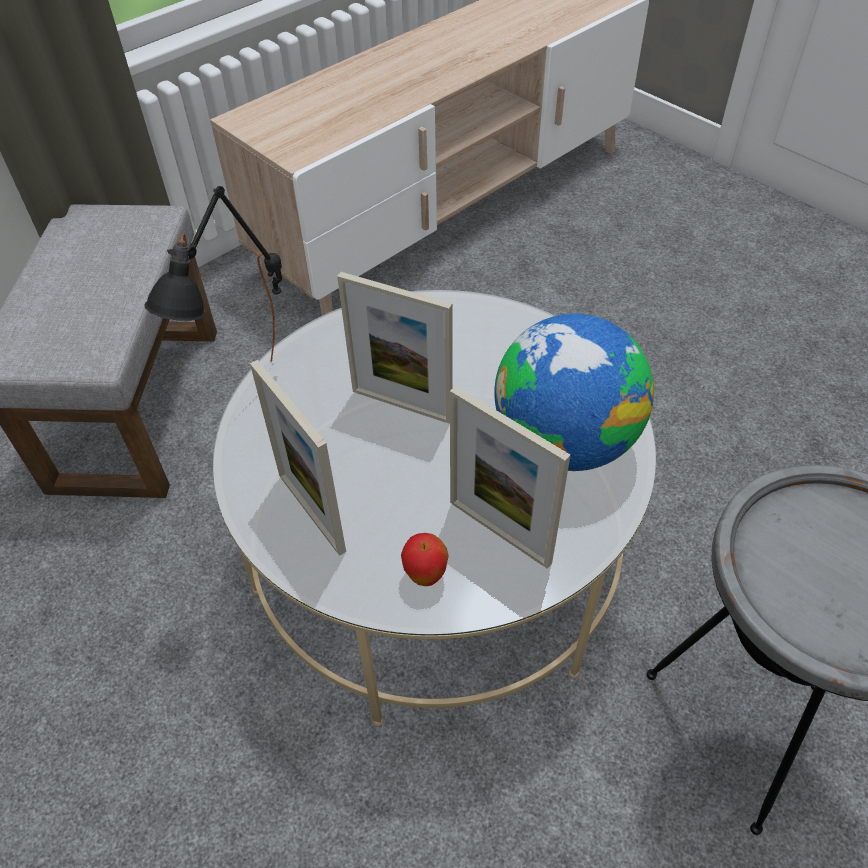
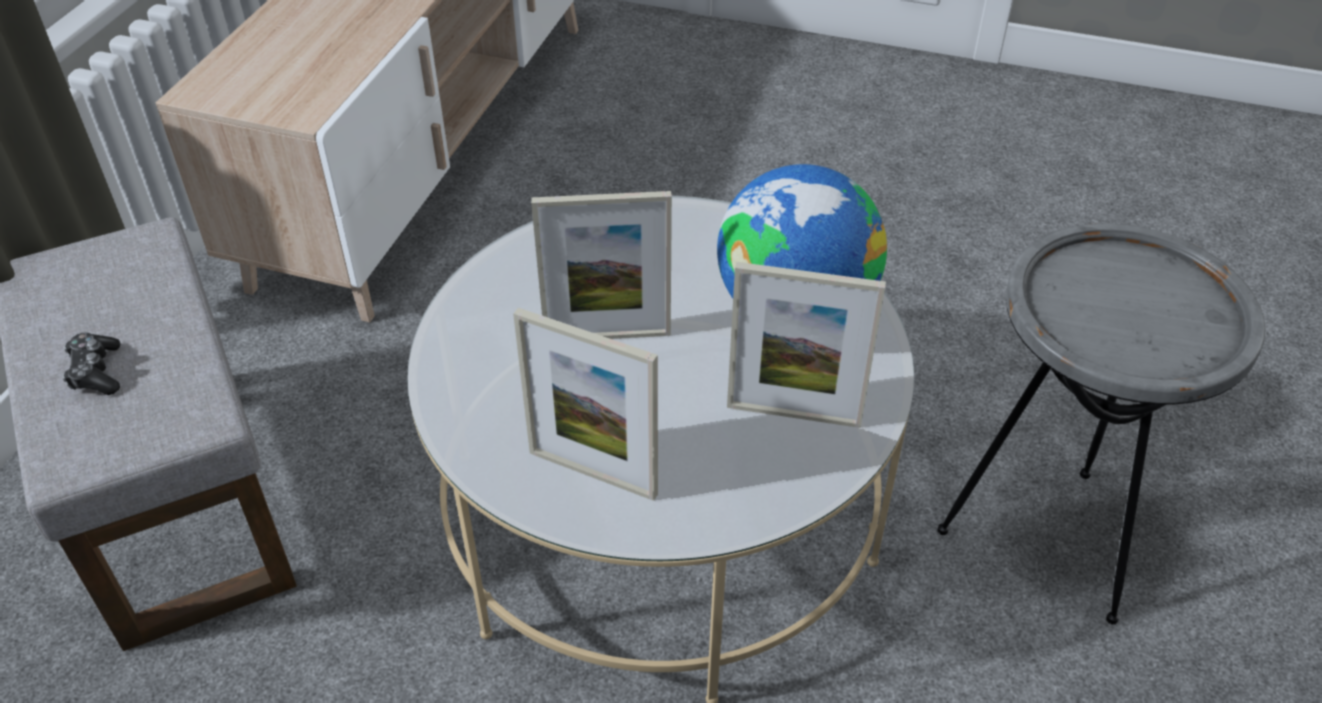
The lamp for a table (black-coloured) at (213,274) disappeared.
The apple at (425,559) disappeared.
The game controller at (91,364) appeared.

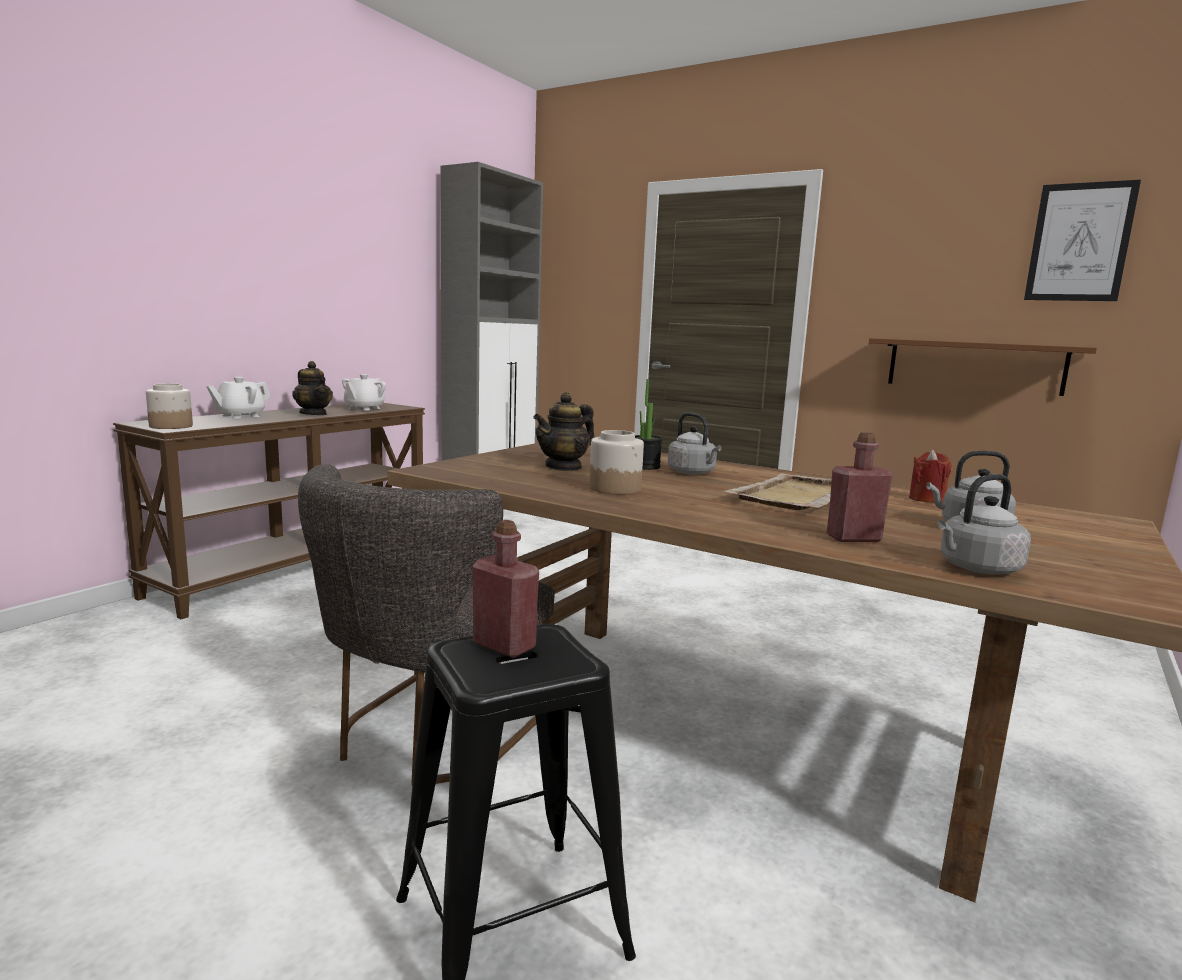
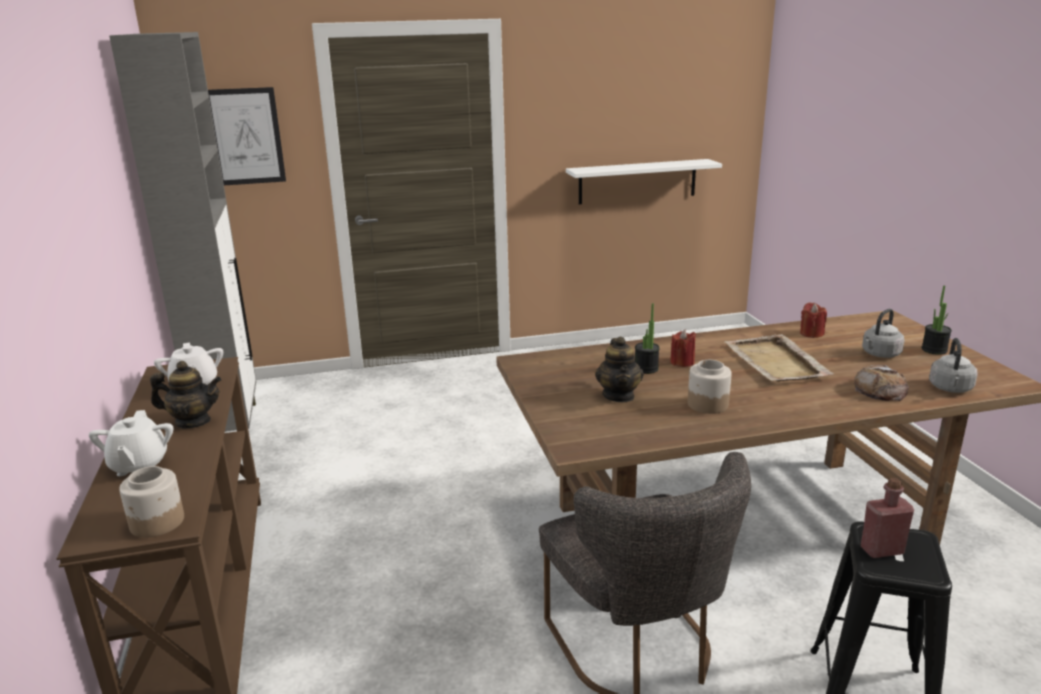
The wall picture moved from (1082,240) to (247,136).
The wall shelf (brownish) at (983,367) became the wall shelf (white) at (644,181).
The water kettle (greyish) at (694,443) was replaced by the candle (red) at (683,348).
The beverage bottle (red) at (860,487) was replaced by the bakery bread at (881,383).
The houseplant at (936,320) appeared.

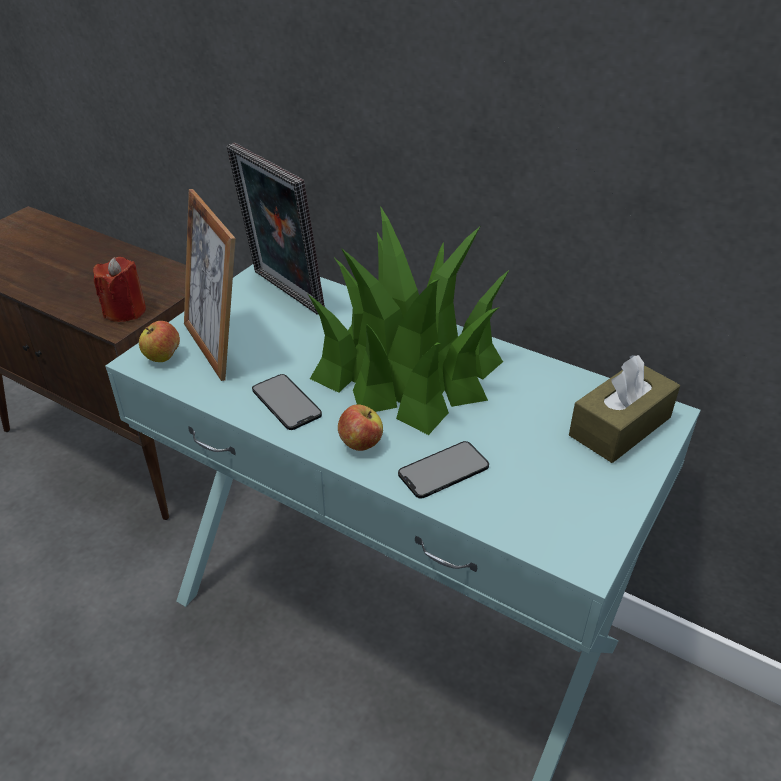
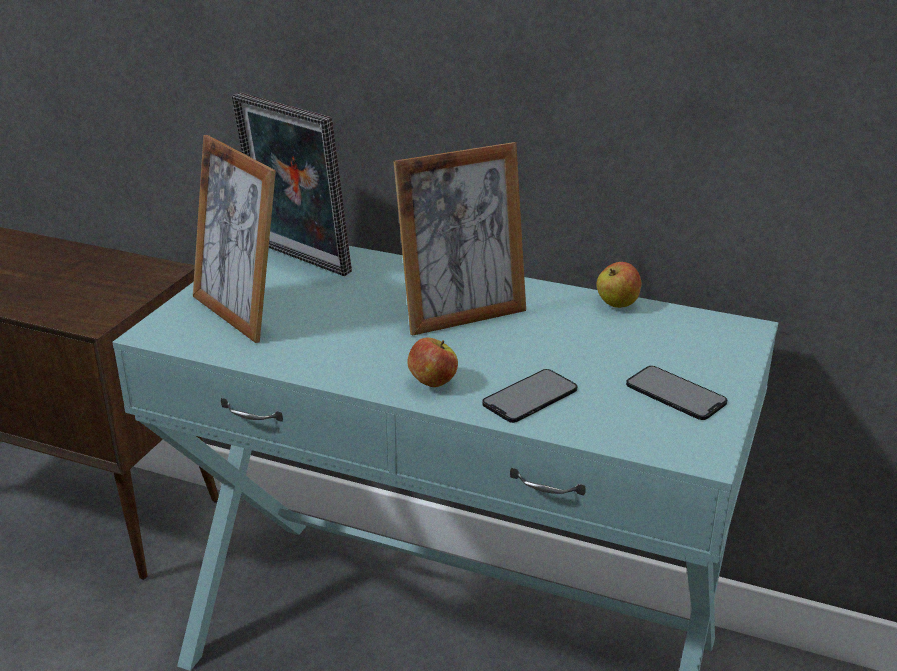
The houseplant at (409,320) was replaced by the standing frame at (459,239).
The candle (red) at (119,289) disappeared.
The apple moved from (159,341) to (619,285).
The tissue box (brownish) at (624,409) disappeared.
The telephone moved from (287,402) to (676,393).

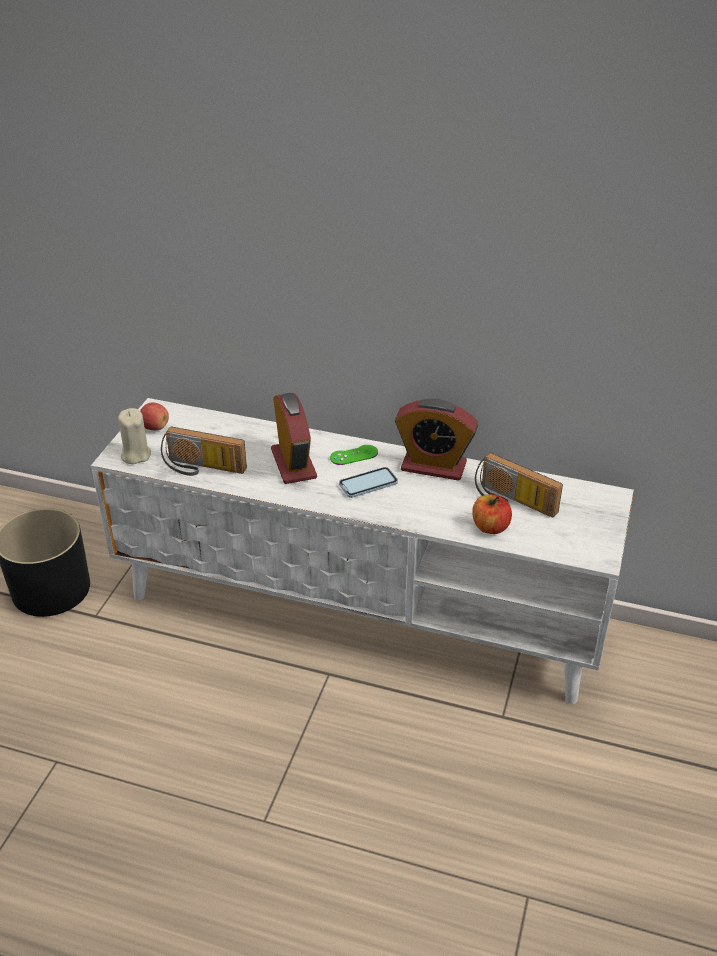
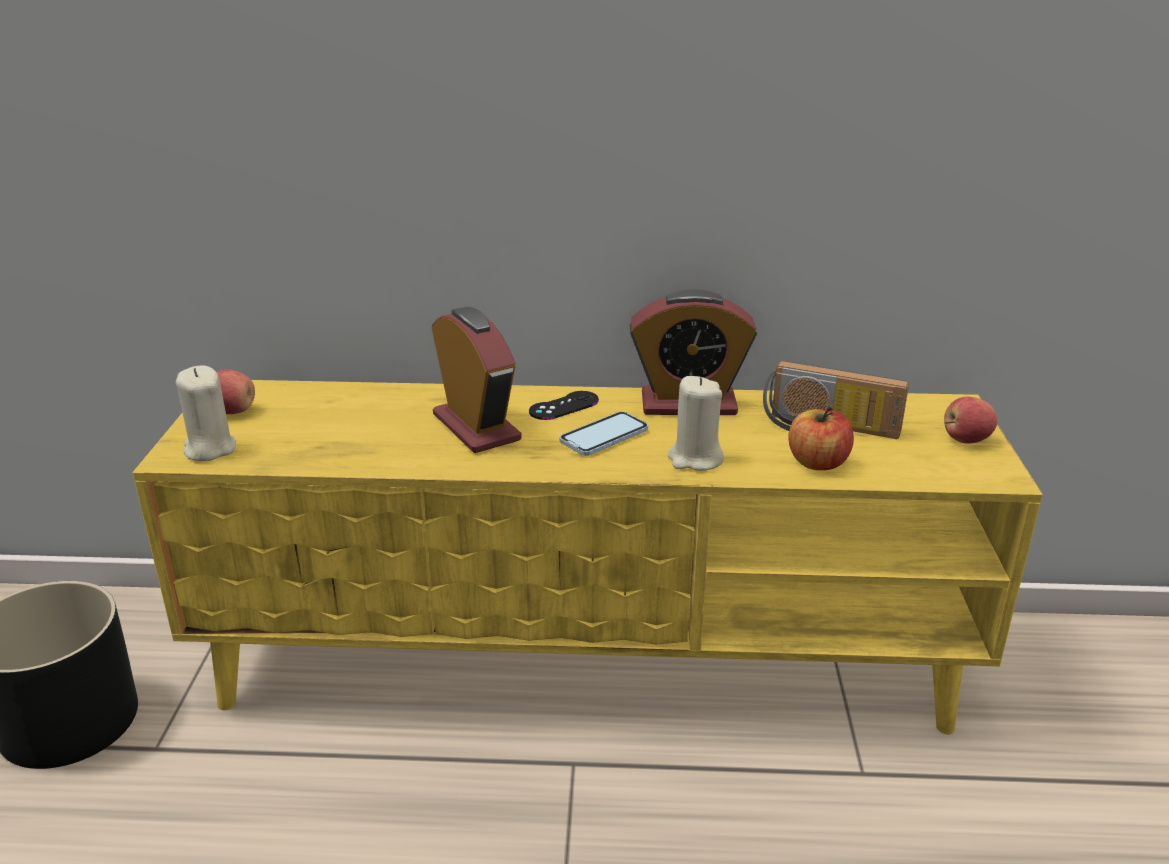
The tv unit (white) at (362,551) became the tv unit (yellow-coloured) at (587,557).
The radio set at (204,451) disappeared.
The game controller (green-coloured) at (354,455) became the game controller (black-coloured) at (564,405).
The candle (beige) at (696,423) appeared.
The apple at (970,420) appeared.

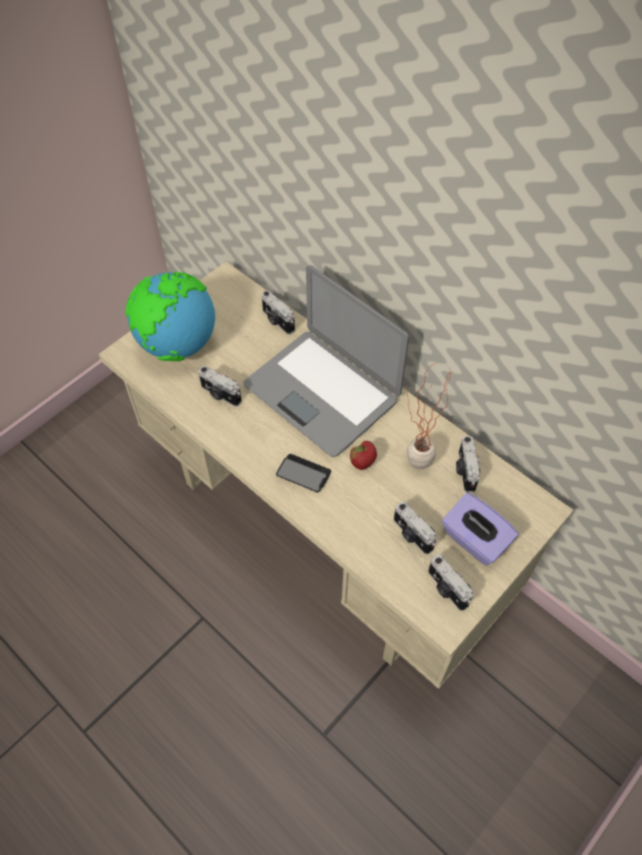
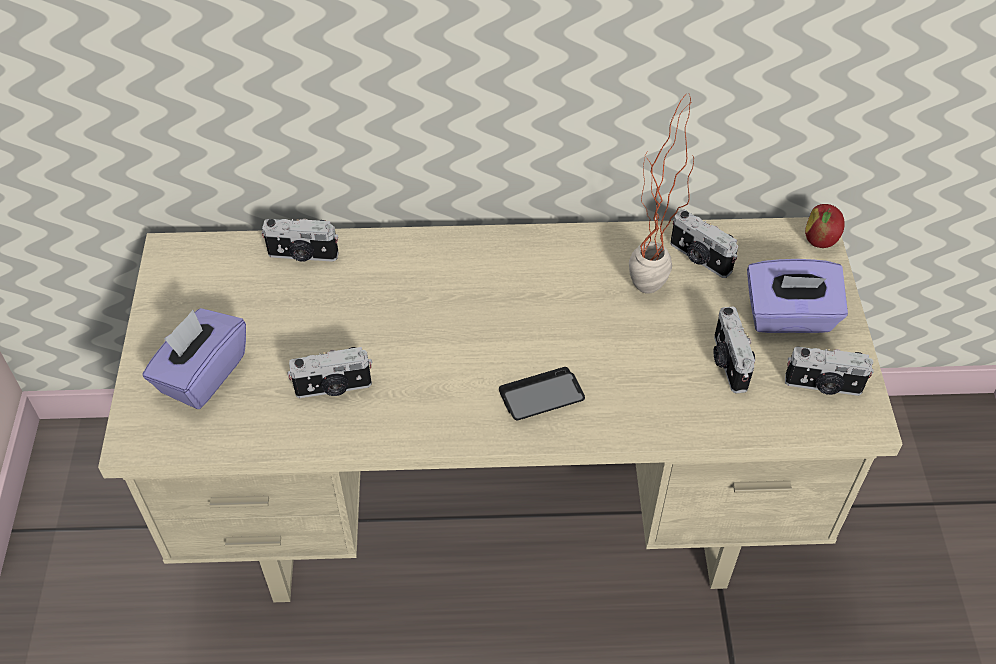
The notebook computer at (326,361) disappeared.
The world globe at (170,316) was replaced by the tissue box (purple) at (194,358).
The apple moved from (363,455) to (825,226).
The photo camera at (415,527) turned 75 degrees clockwise.

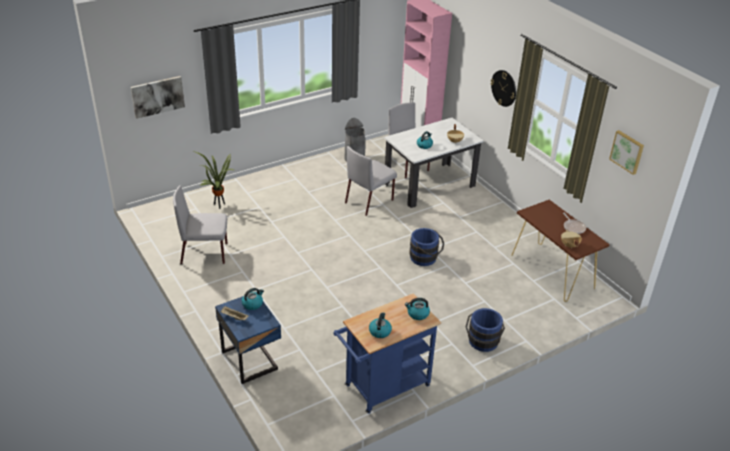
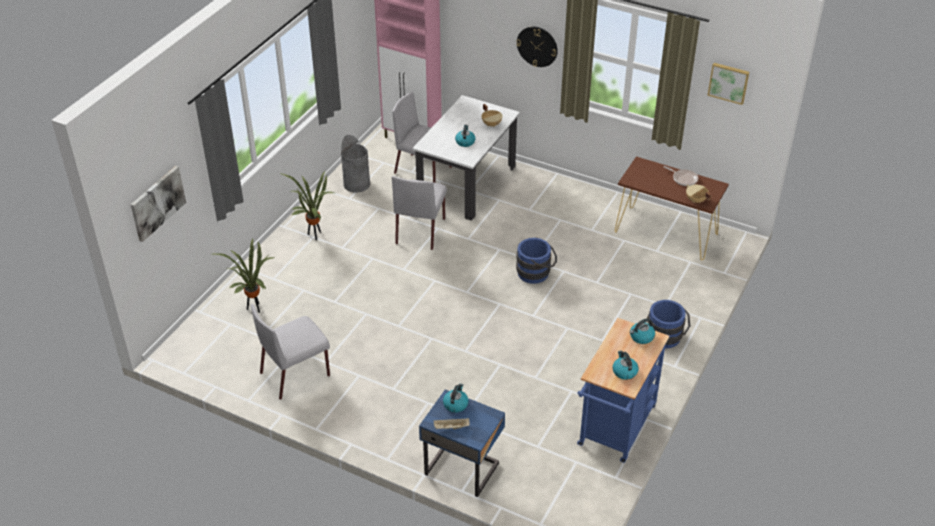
The houseplant at (308,205) appeared.

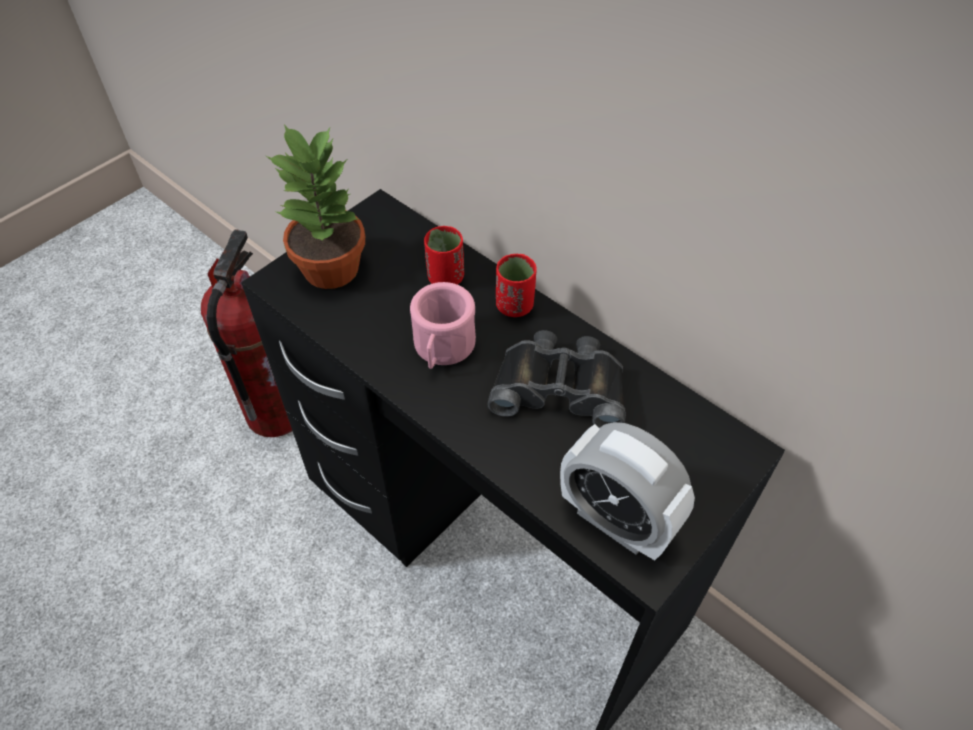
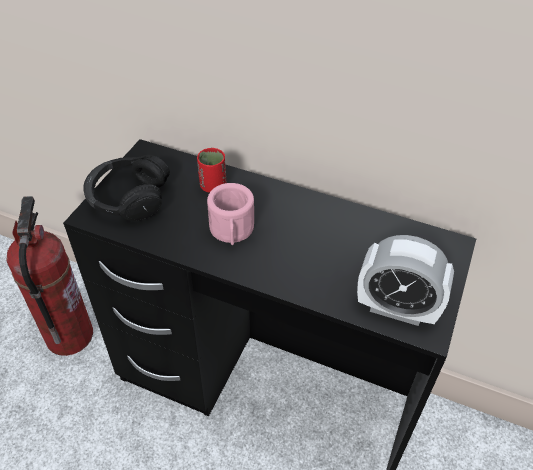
The houseplant at (315,206) was replaced by the pair of headphones (black-coloured) at (126,188).
The drinking cup (red) at (516,285) disappeared.
The pair of binoculars (black-coloured) at (556,379) disappeared.

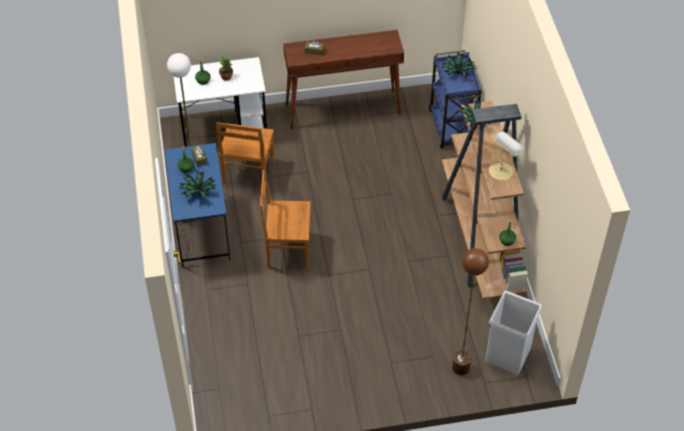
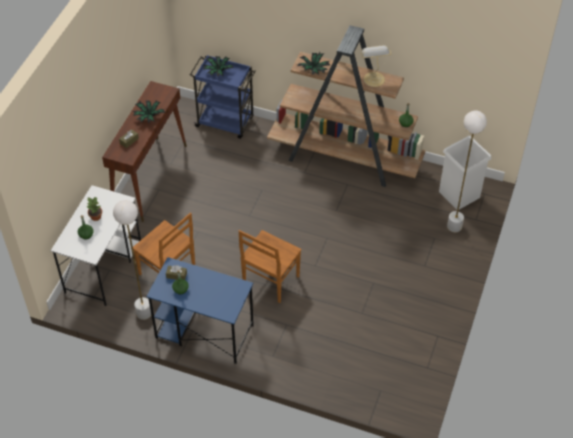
The houseplant moved from (197,185) to (149,111).
The standard lamp (brownish) at (470,311) became the standard lamp (white) at (467,171).

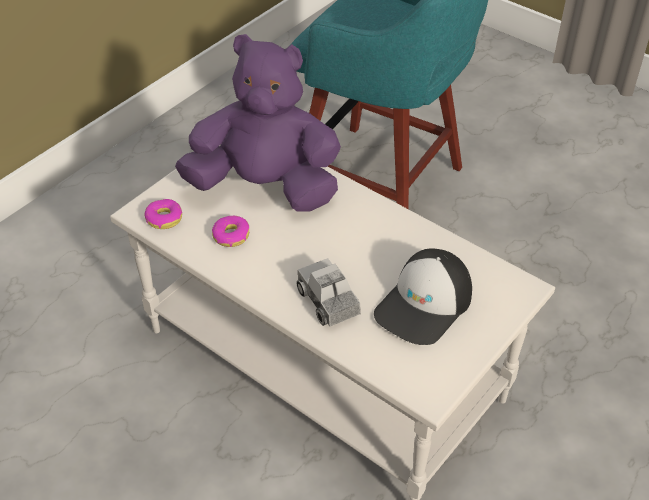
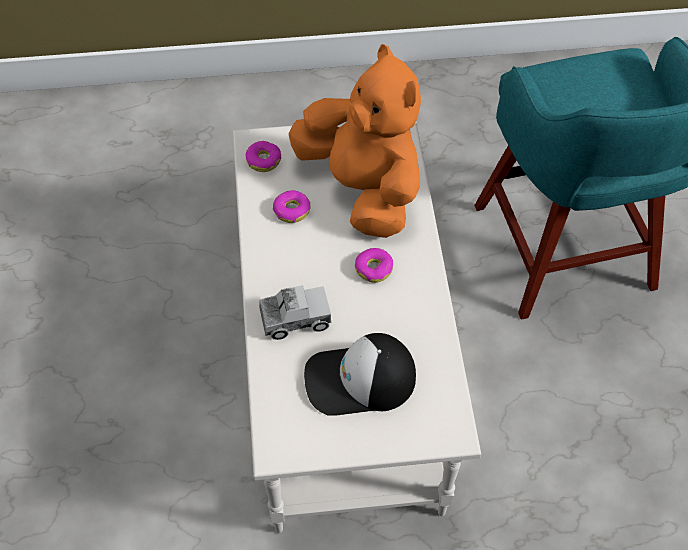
The soft toy (purple) at (258,123) became the soft toy (orange) at (355,141).
The toy lorry at (328,292) turned 60 degrees clockwise.
The doughnut at (374,265) appeared.

